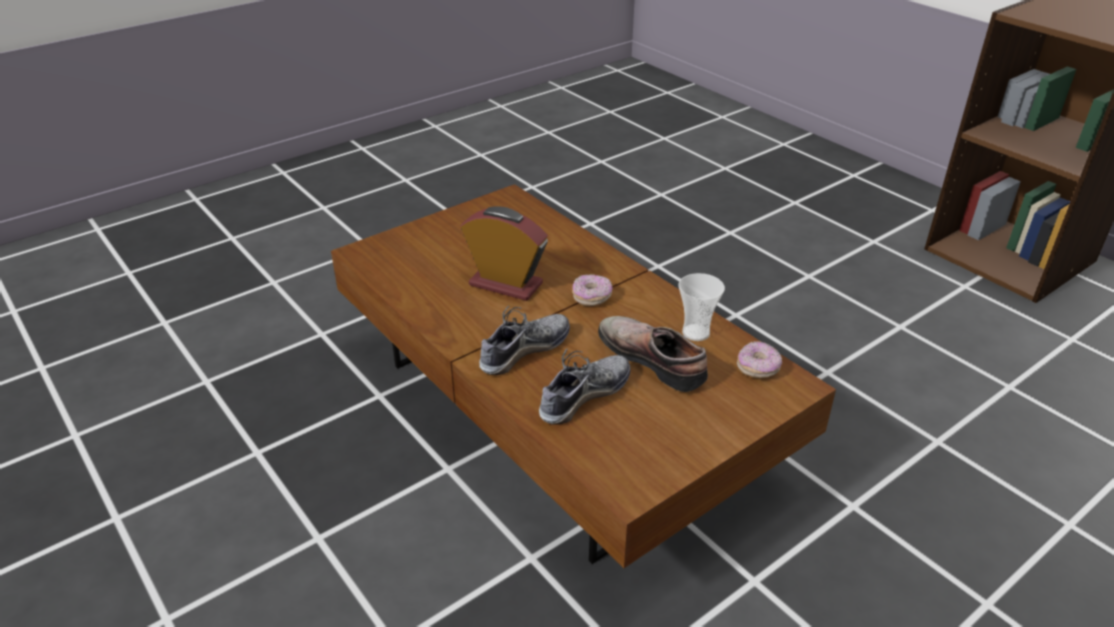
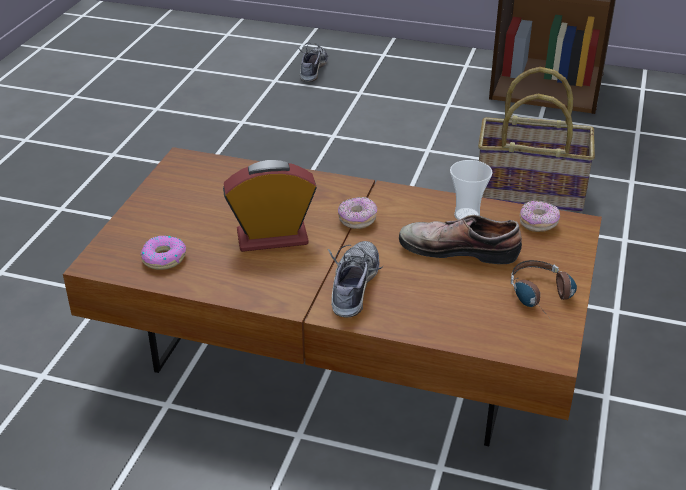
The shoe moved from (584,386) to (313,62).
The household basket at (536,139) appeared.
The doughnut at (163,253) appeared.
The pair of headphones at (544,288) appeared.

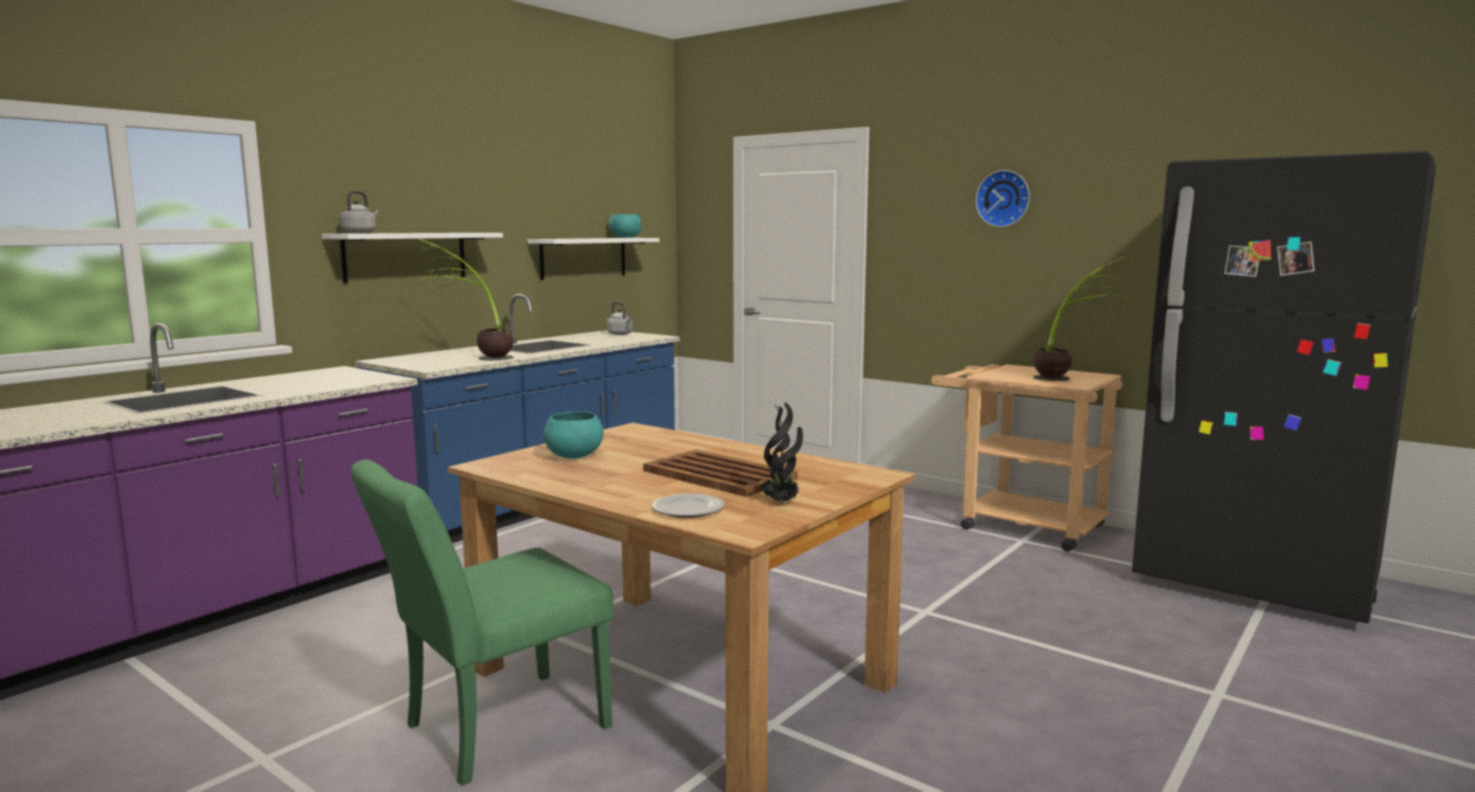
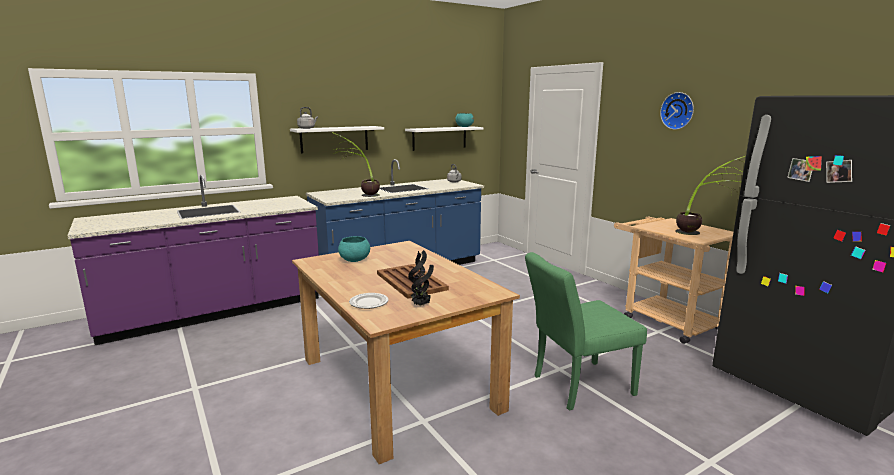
The plain chair (green-coloured) moved from (482,622) to (586,331).

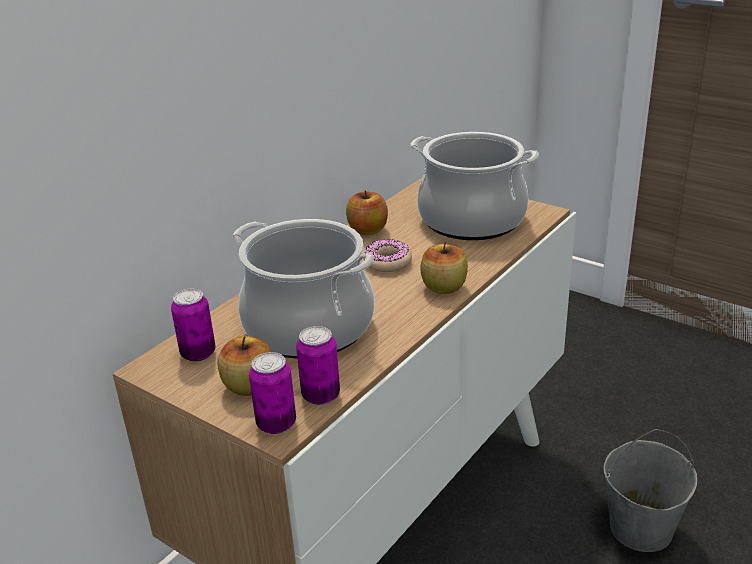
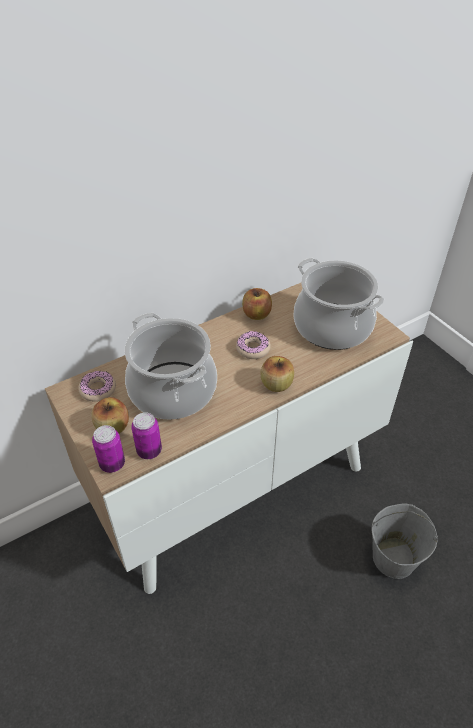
The can at (193,325) was replaced by the doughnut at (97,386).

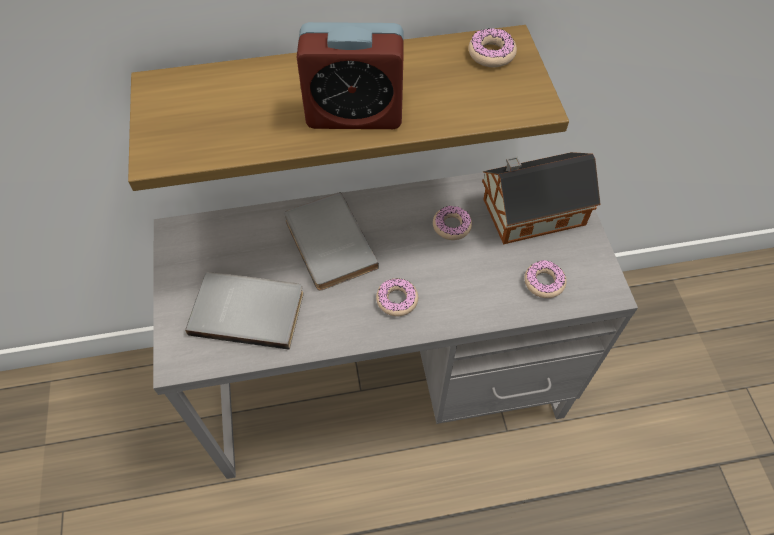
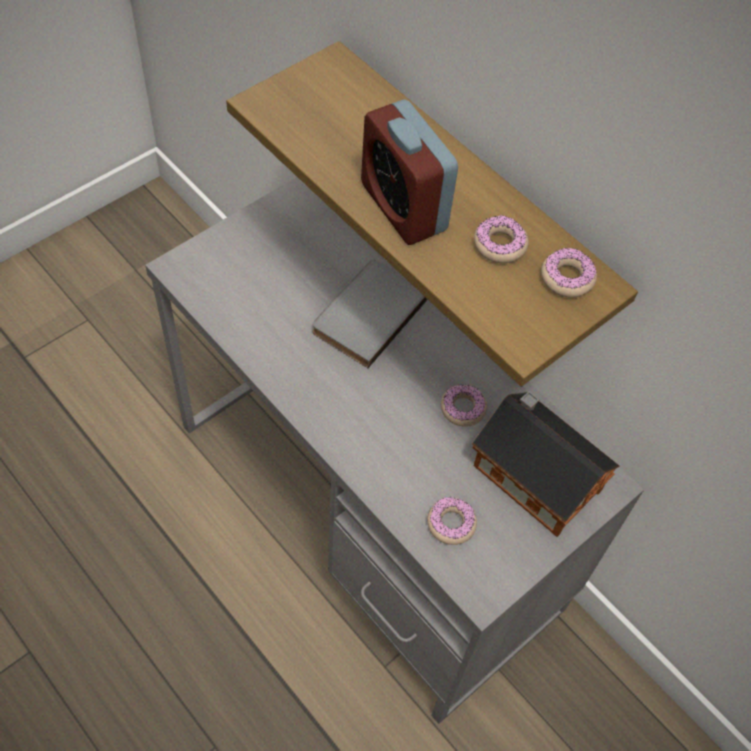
The bound book (greyish) at (244,311) disappeared.
The doughnut moved from (397,297) to (501,239).

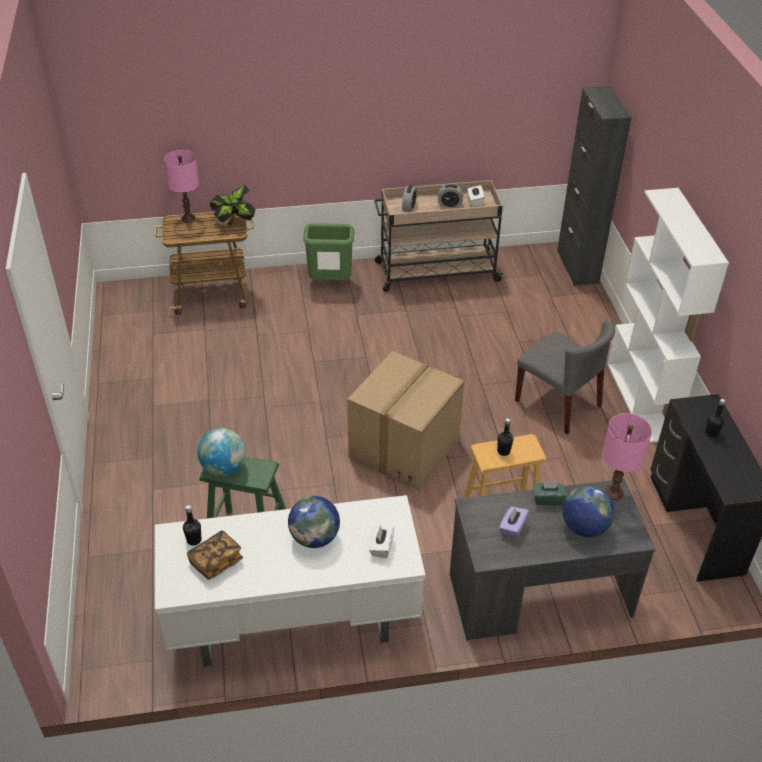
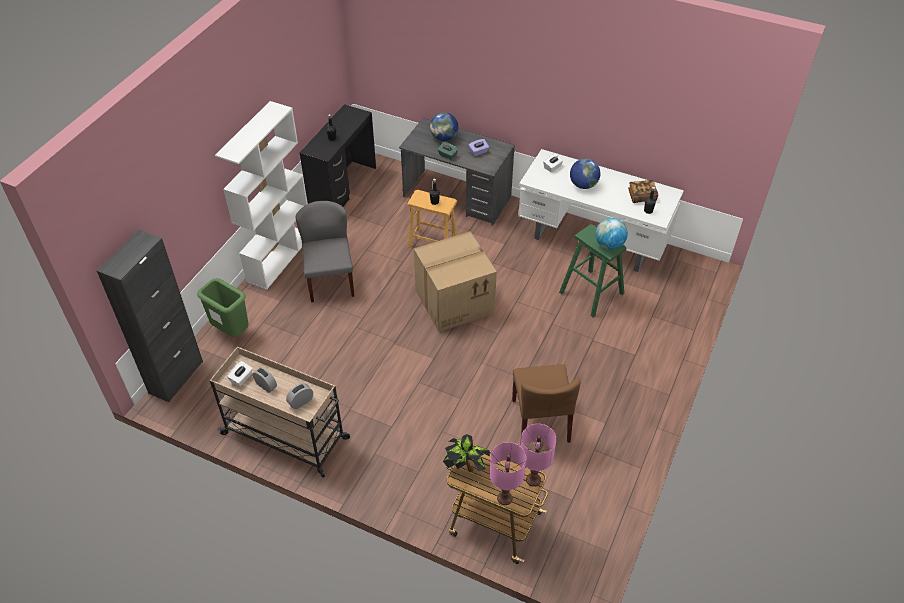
The trash can (green-coloured) moved from (329,251) to (223,307).
The lamp for a table (pinkish) moved from (627,456) to (538,455).
The plain chair (brownish) at (546,403) appeared.

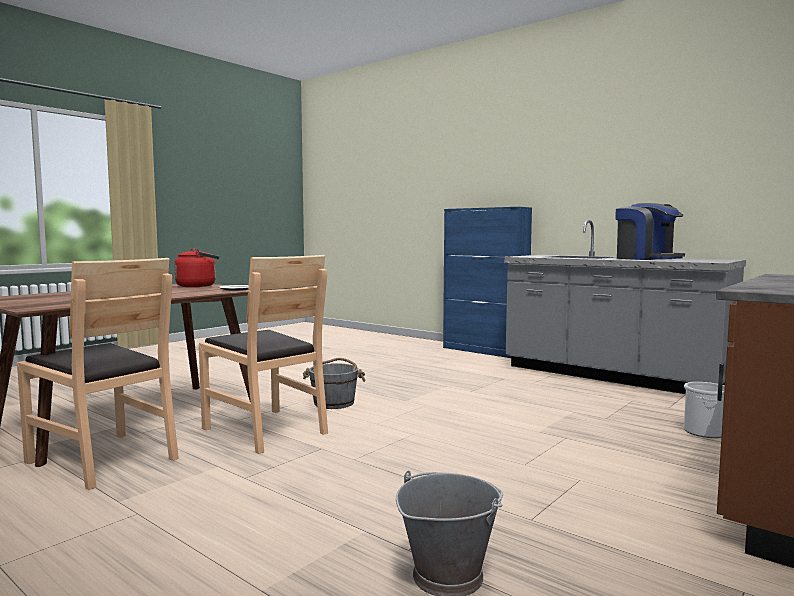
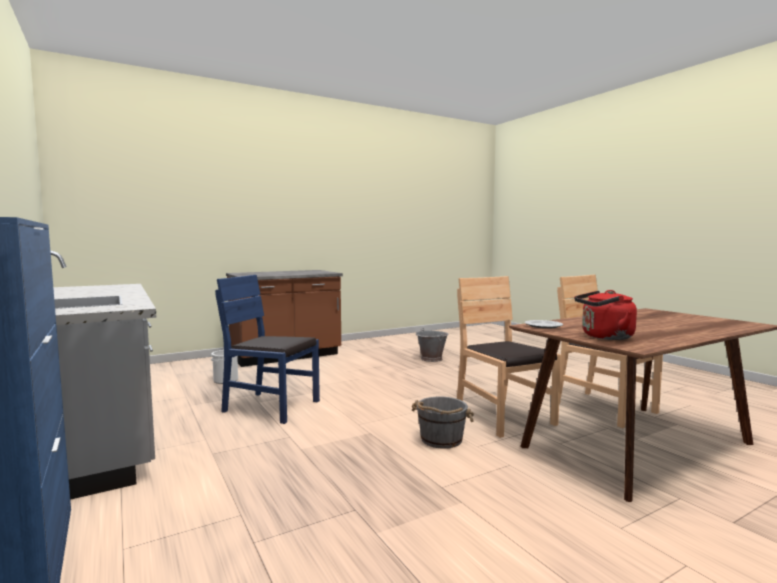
The coffee machine at (650,231) disappeared.
The plain chair (blue-coloured) at (267,349) appeared.

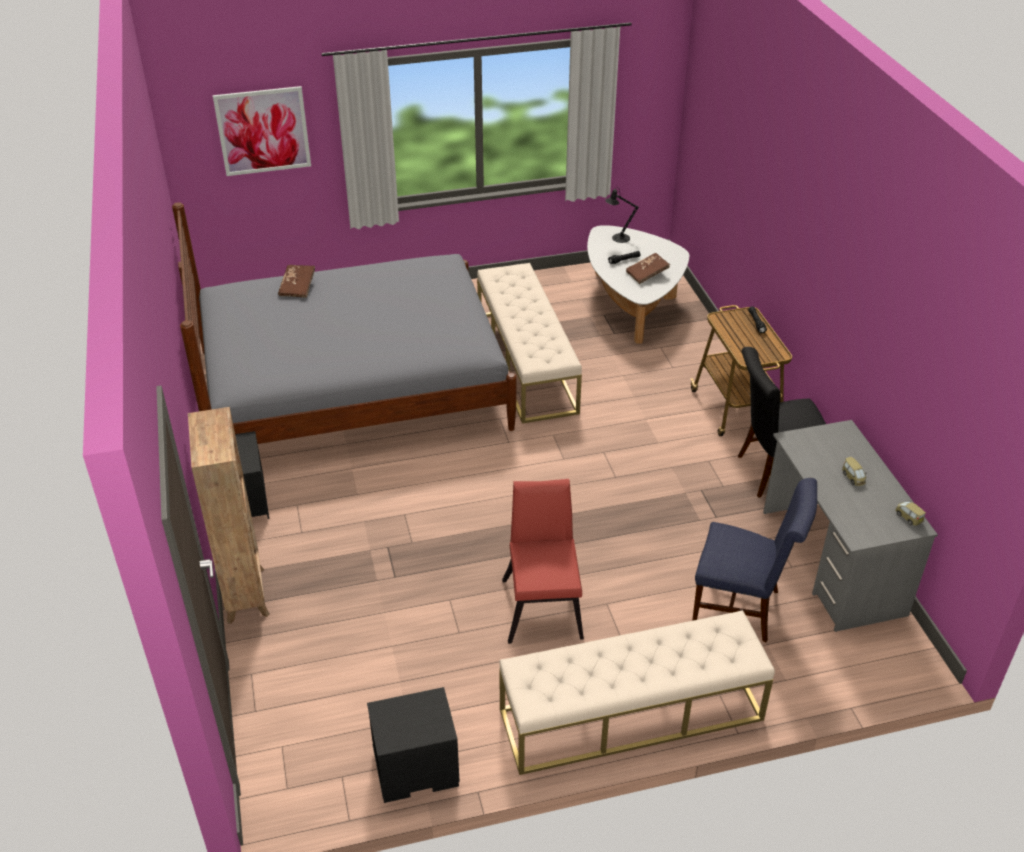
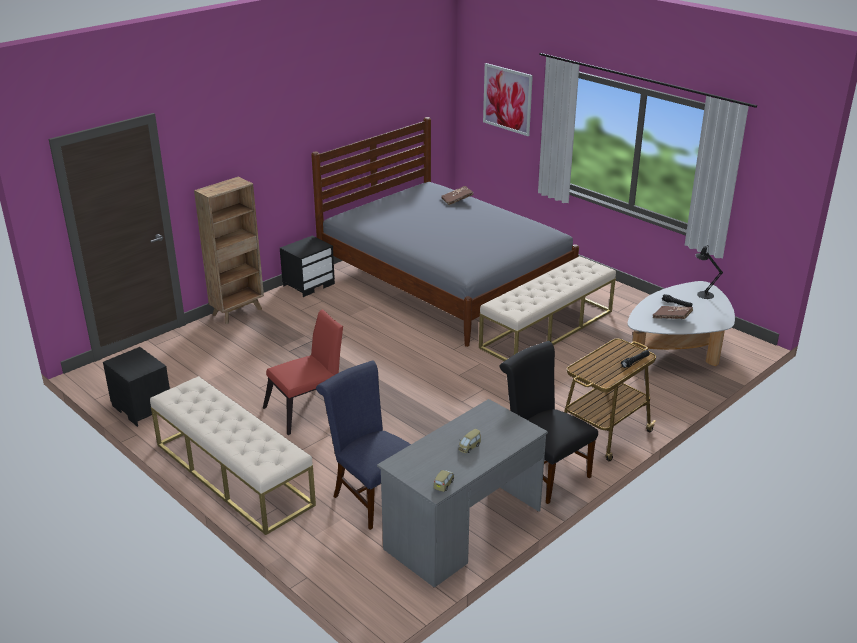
The plain chair (blue-coloured) at (754,560) turned 150 degrees clockwise.

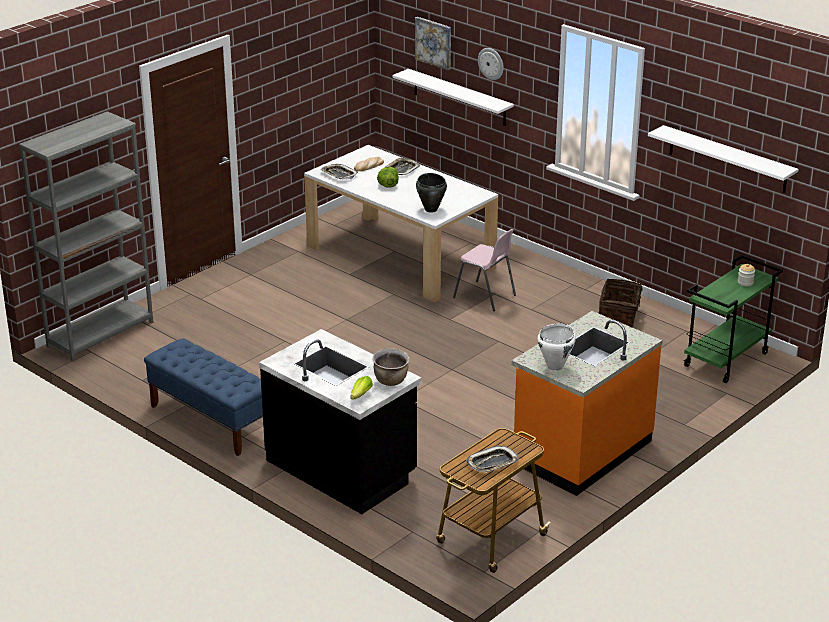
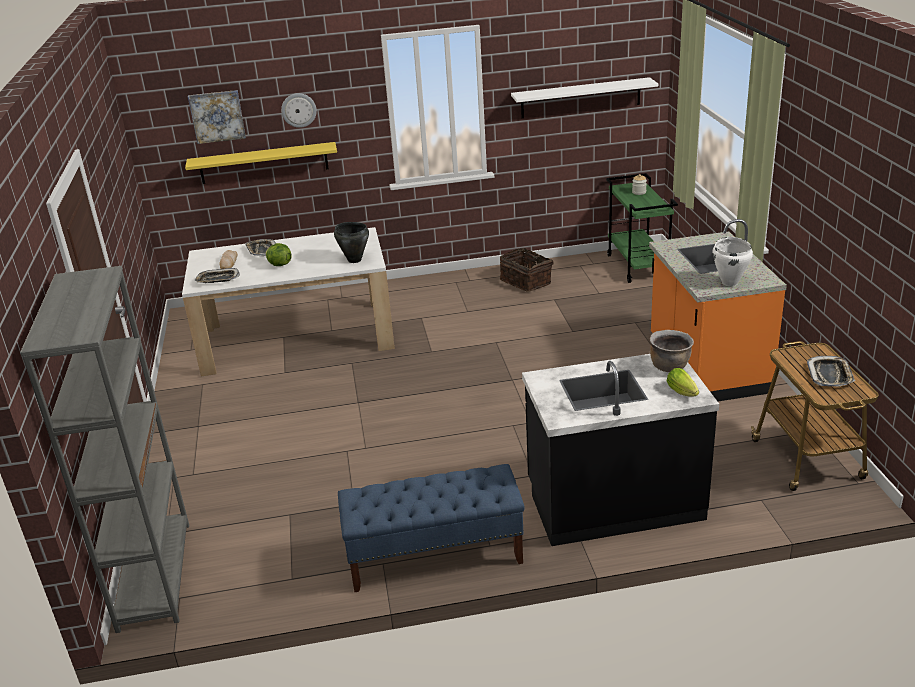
The wall shelf (white) at (453,97) became the wall shelf (yellow-coloured) at (261,163).
The plain chair (pinkish) at (484,270) disappeared.

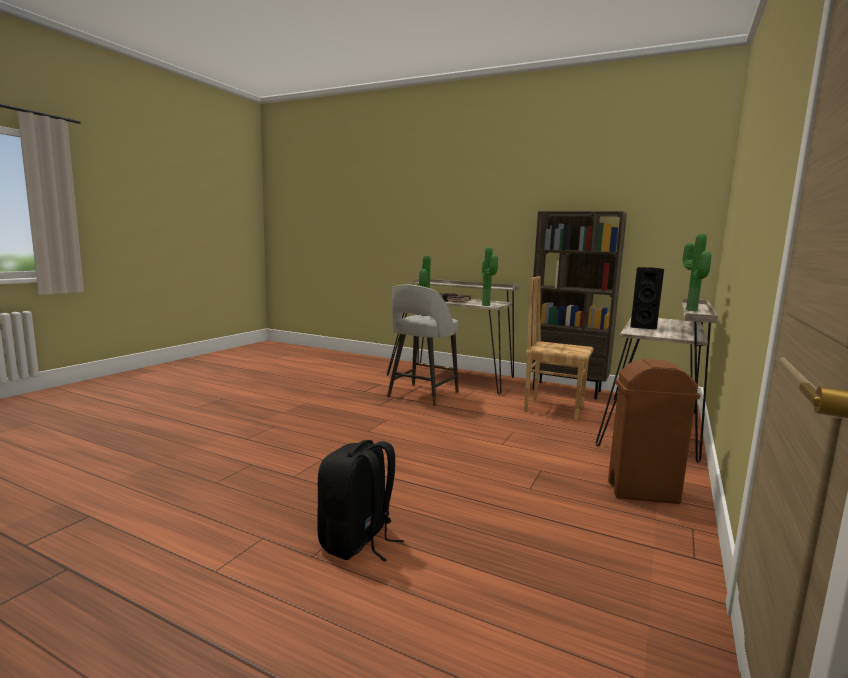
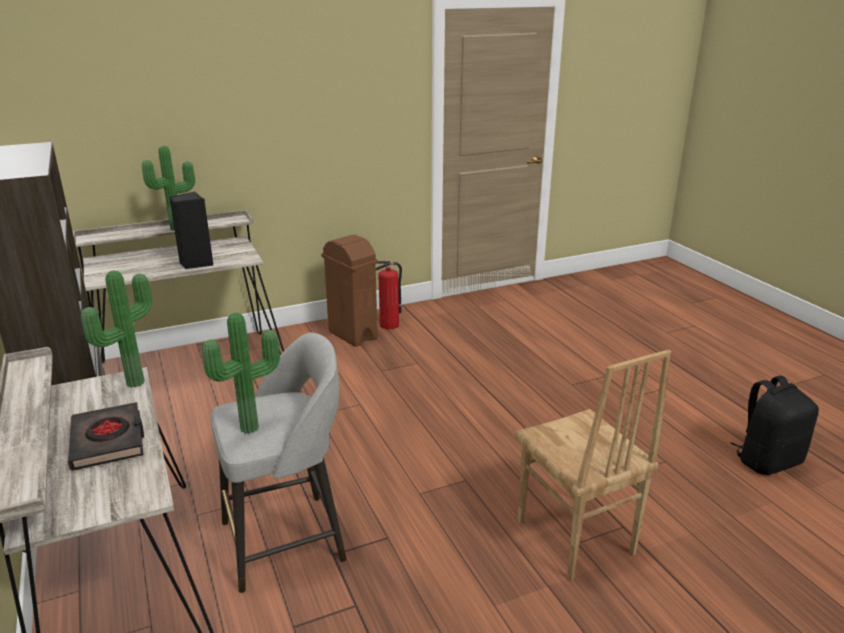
The plain chair (brownish) moved from (559,348) to (593,465).
The knapsack (black-coloured) moved from (361,501) to (774,425).
The extinguisher at (389,295) appeared.

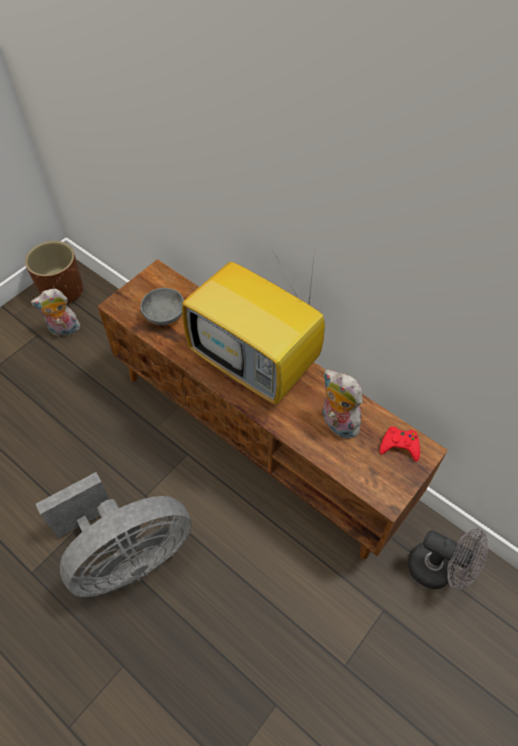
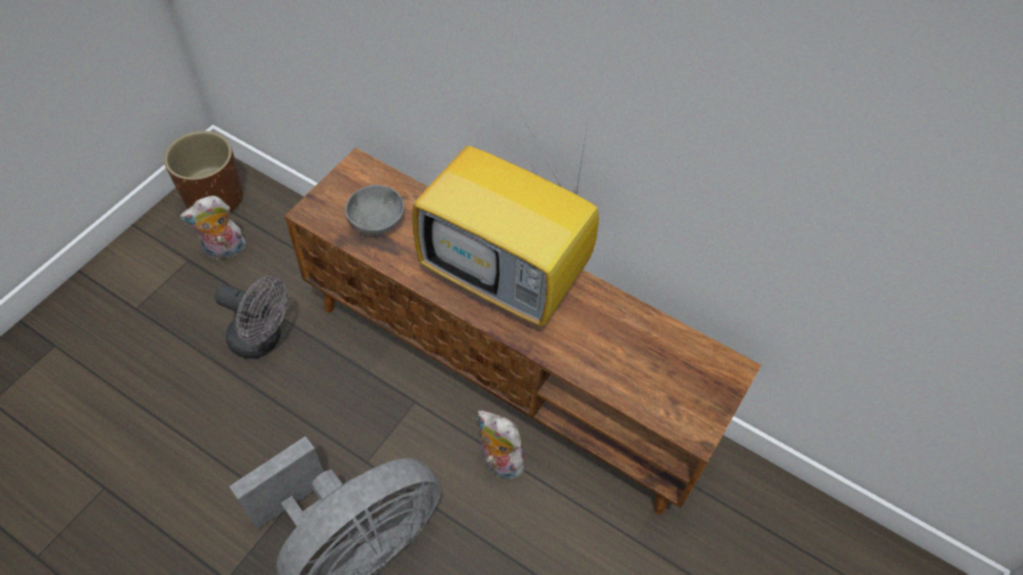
The soft toy moved from (343,404) to (501,444).
The game controller (red) at (400,444) disappeared.
The cooling fan (greyish) moved from (448,559) to (251,317).

